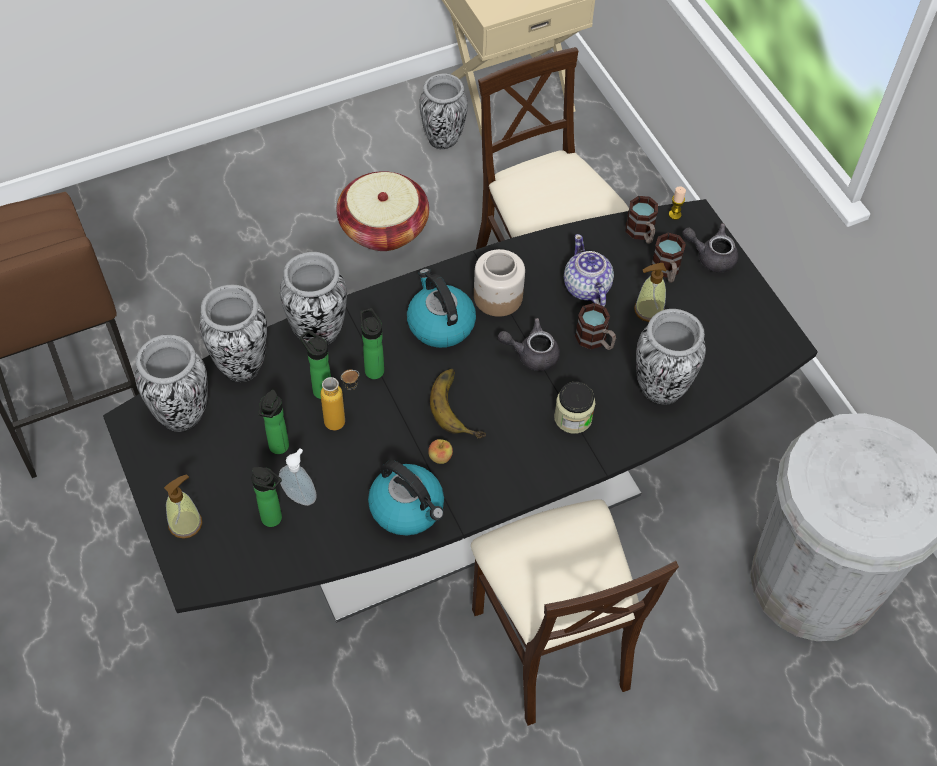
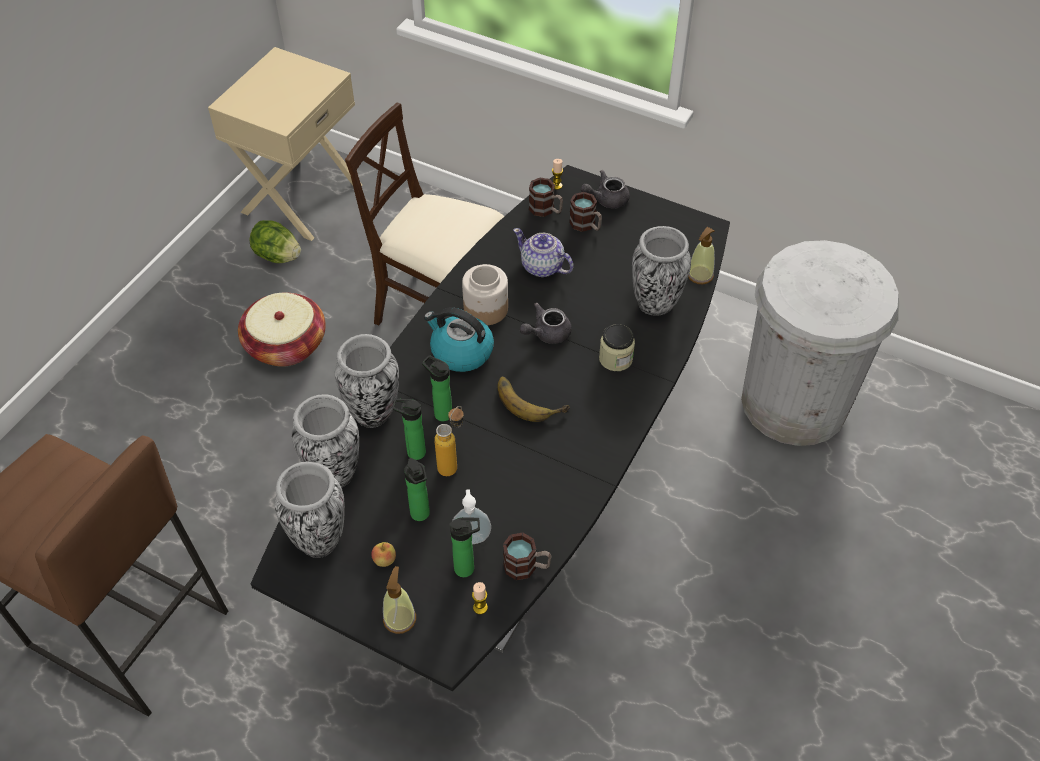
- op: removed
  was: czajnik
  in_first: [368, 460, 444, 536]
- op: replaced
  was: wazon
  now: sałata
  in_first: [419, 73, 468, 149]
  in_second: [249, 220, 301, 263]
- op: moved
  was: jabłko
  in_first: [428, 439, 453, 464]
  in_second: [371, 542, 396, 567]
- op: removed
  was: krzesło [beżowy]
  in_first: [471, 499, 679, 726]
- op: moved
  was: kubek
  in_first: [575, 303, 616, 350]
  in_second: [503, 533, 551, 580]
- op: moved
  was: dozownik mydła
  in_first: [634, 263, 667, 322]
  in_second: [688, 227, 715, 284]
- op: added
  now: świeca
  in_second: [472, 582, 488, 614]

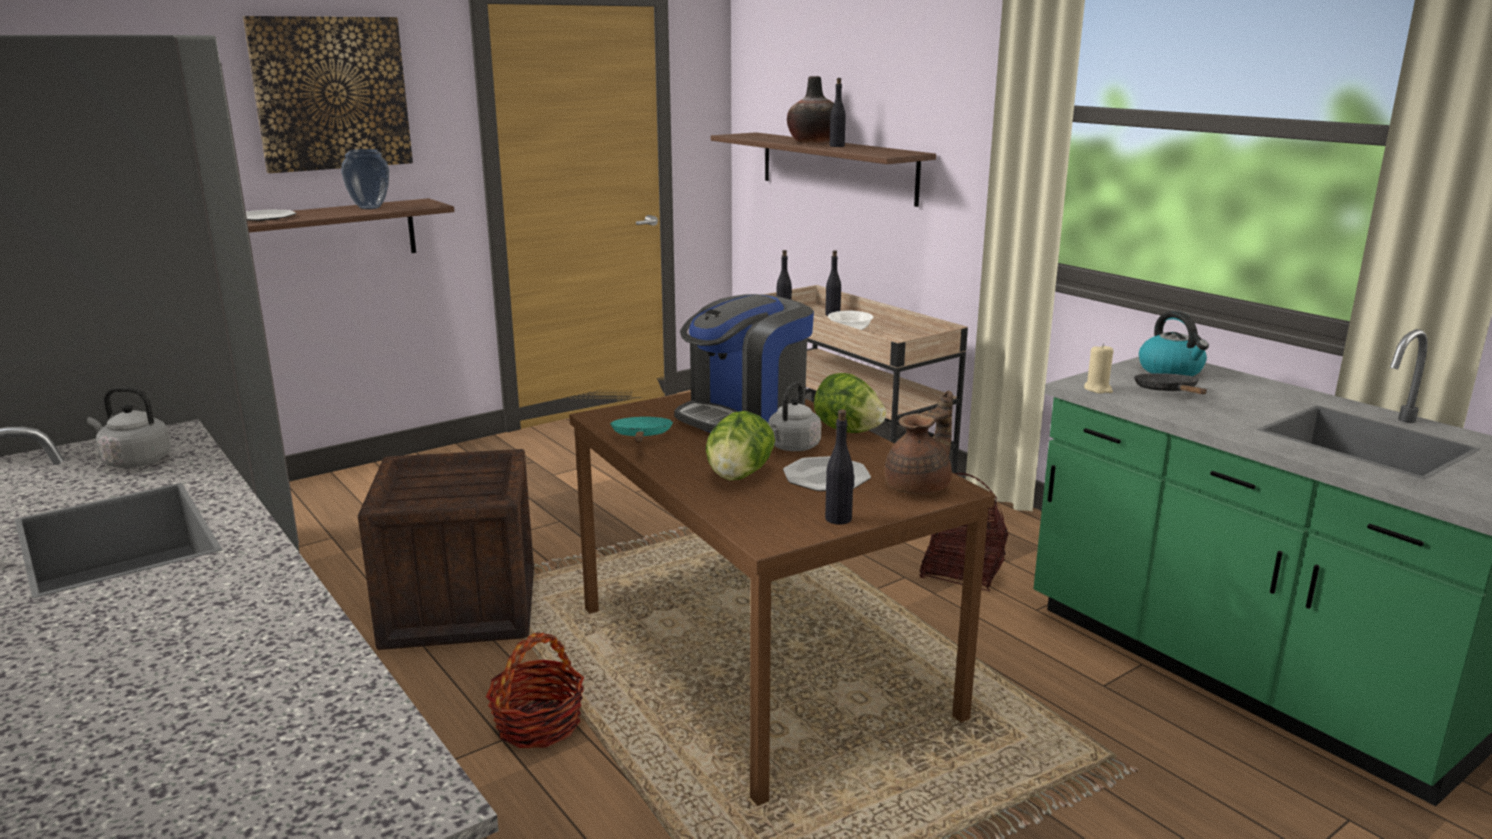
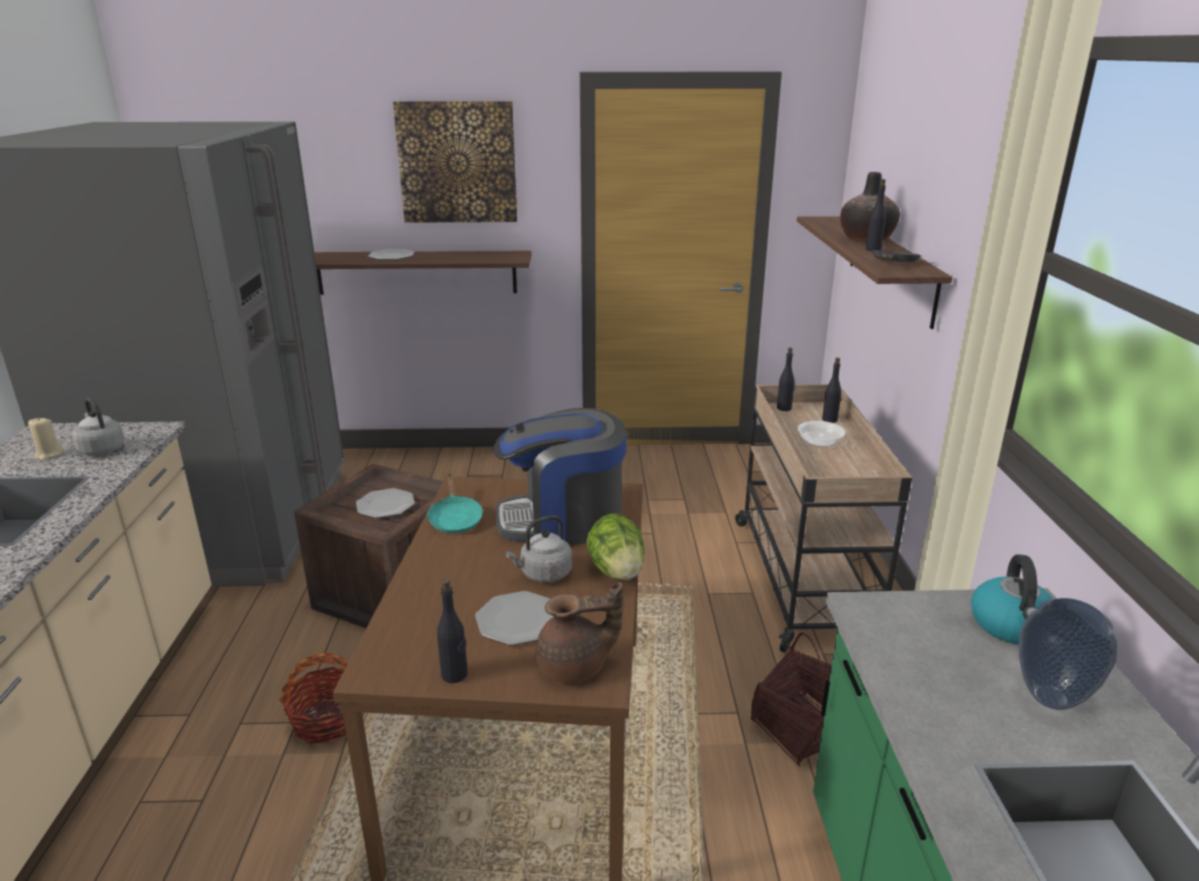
- op: moved
  was: wazon
  in_first: [341, 149, 389, 209]
  in_second: [1019, 598, 1117, 710]
- op: turned
  was: patelnia [turkusowy]
  in_first: [610, 417, 673, 442]
  in_second: [427, 473, 483, 533]
  clockwise: 135
- op: removed
  was: sałata
  in_first: [706, 411, 775, 480]
- op: moved
  was: świeca [beżowy]
  in_first: [1084, 344, 1114, 394]
  in_second: [28, 417, 64, 460]
- op: moved
  was: patelnia [czarny]
  in_first: [1134, 373, 1207, 394]
  in_second: [872, 250, 921, 262]
- op: added
  now: talerz
  in_second: [356, 488, 415, 518]

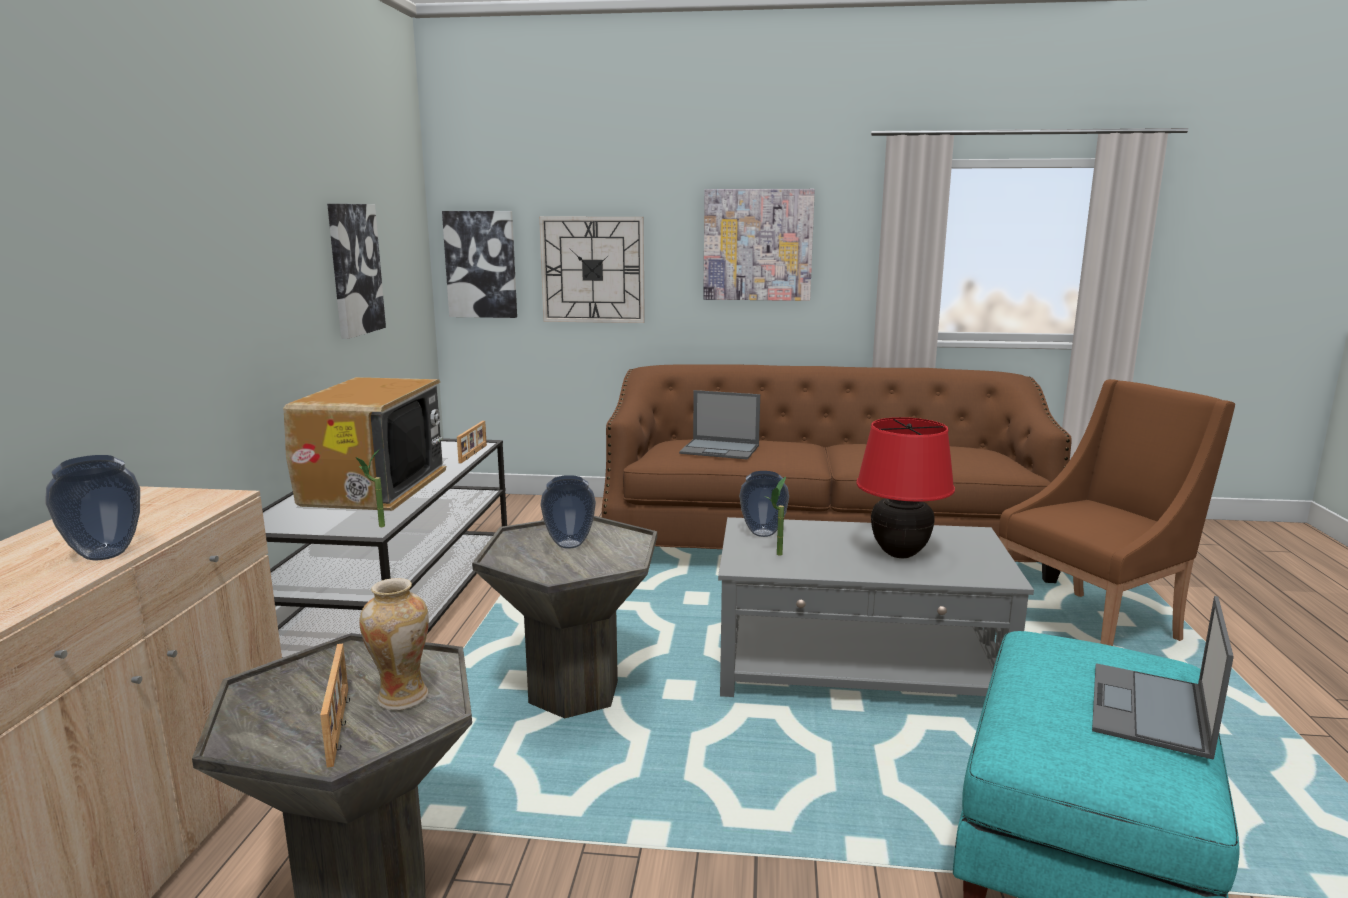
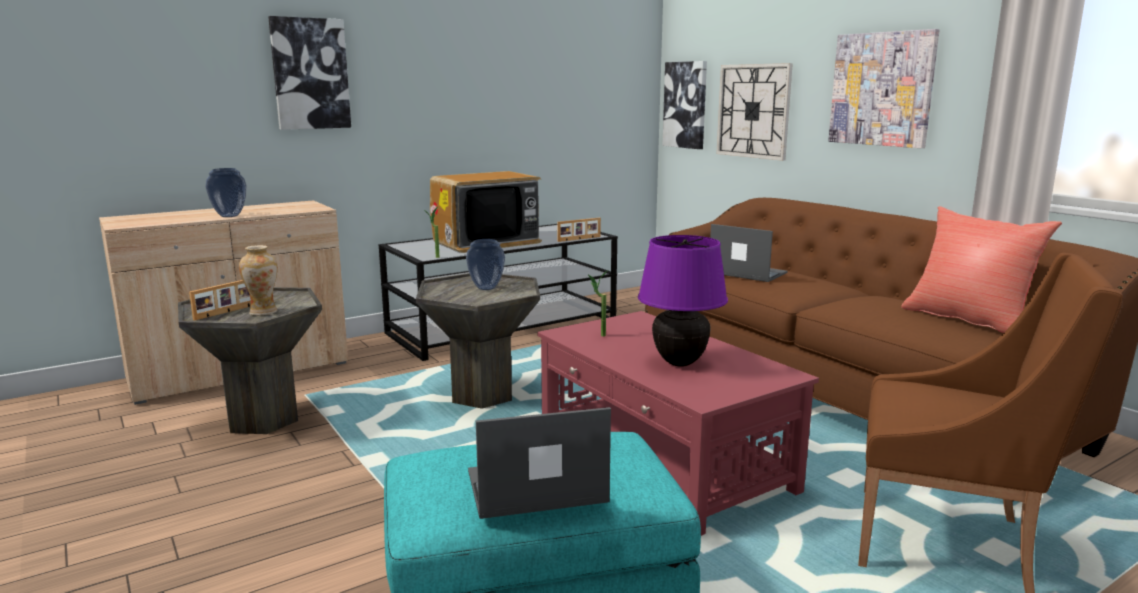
- op: moved
  was: obraz
  in_first: [327, 204, 386, 339]
  in_second: [268, 16, 351, 130]
- op: turned
  was: laptop
  in_first: [679, 390, 760, 460]
  in_second: [710, 224, 788, 282]
  clockwise: 150
- op: recoloured
  was: ława [szary]
  now: ława [czerwony]
  in_first: [718, 517, 1034, 697]
  in_second: [537, 311, 819, 536]
- op: removed
  was: wazon
  in_first: [739, 471, 789, 537]
- op: recoloured
  was: lampa stołowa [czerwony]
  now: lampa stołowa [fioletowy]
  in_first: [856, 417, 955, 558]
  in_second: [638, 235, 728, 367]
- op: added
  now: poduszka [czerwony]
  in_second: [901, 206, 1062, 333]

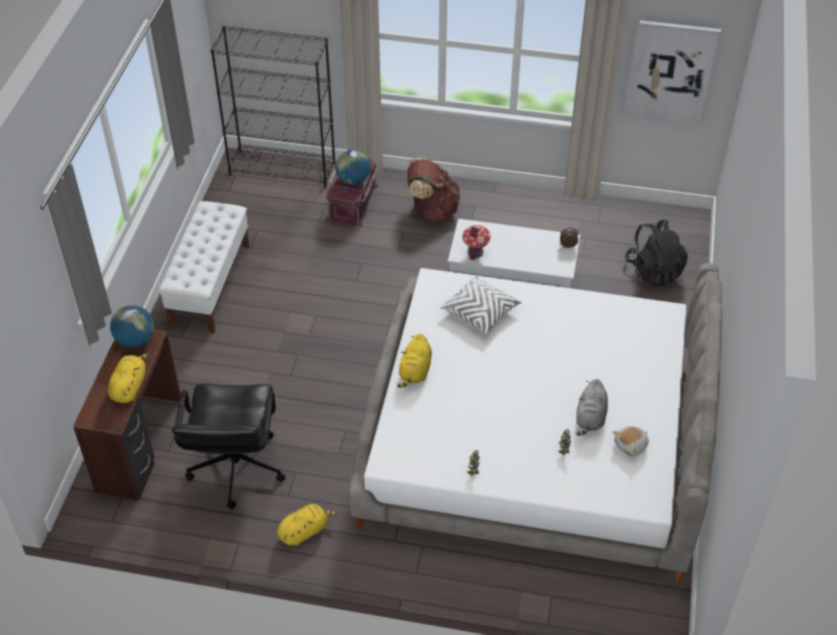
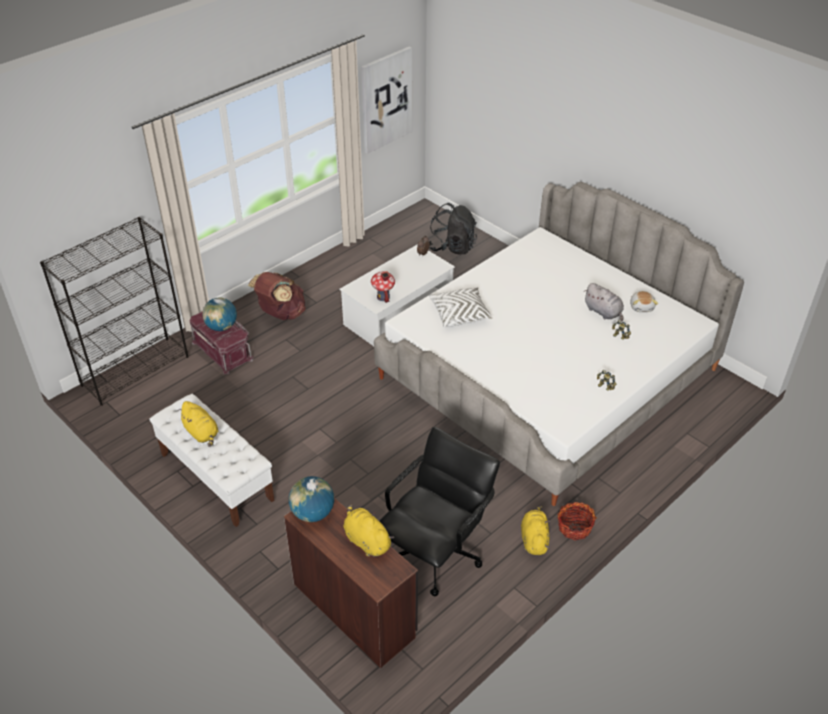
- op: turned
  was: krzesło biurowe [czarny]
  in_first: [172, 383, 285, 509]
  in_second: [379, 427, 500, 596]
  clockwise: -90
- op: moved
  was: pluszak [żółty]
  in_first: [397, 334, 432, 388]
  in_second: [179, 401, 218, 447]
- op: added
  now: koszyk
  in_second: [557, 502, 597, 540]

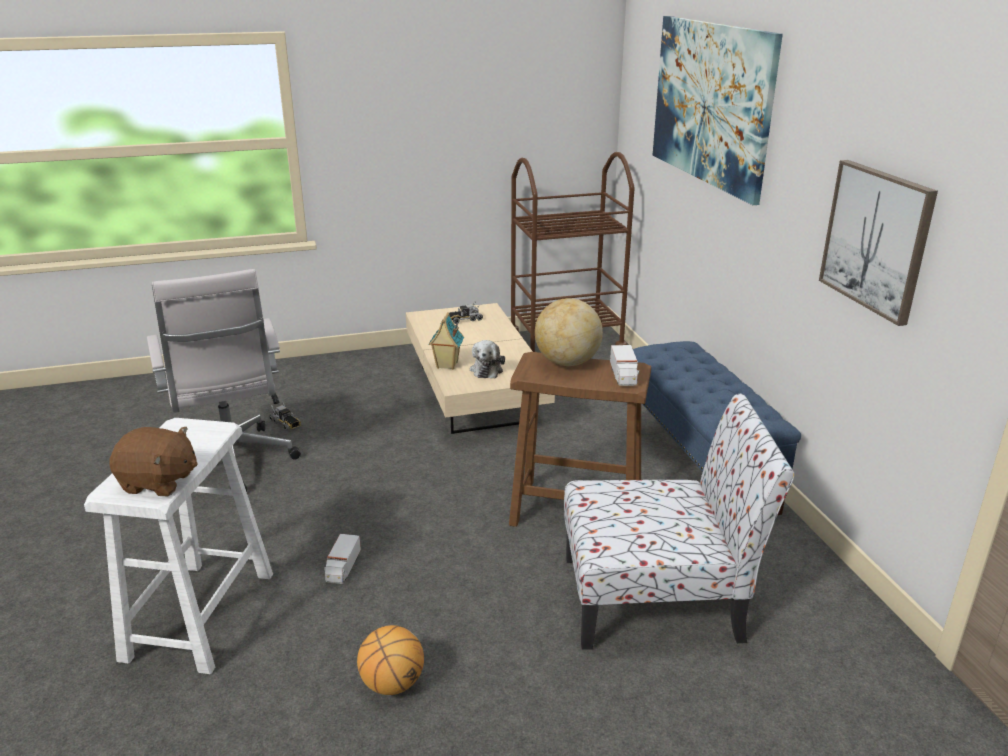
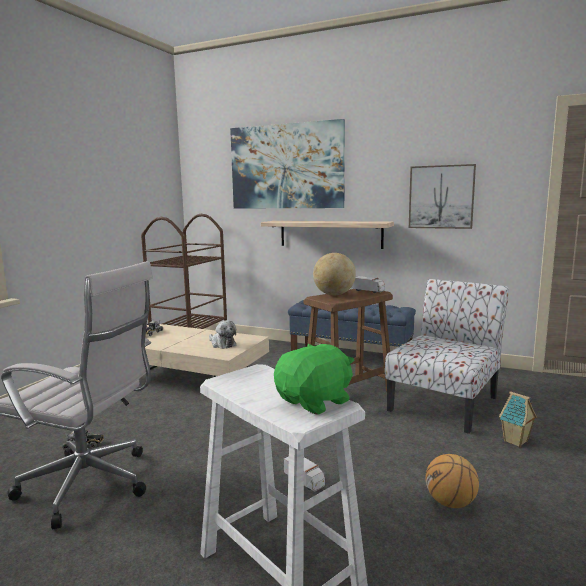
- op: recoloured
  was: pluszak [brązowy]
  now: pluszak [zielony]
  in_first: [110, 427, 198, 496]
  in_second: [274, 344, 355, 415]
- op: moved
  was: domek
  in_first: [428, 312, 464, 370]
  in_second: [499, 391, 537, 447]
- op: added
  now: półka
  in_second: [261, 221, 394, 249]

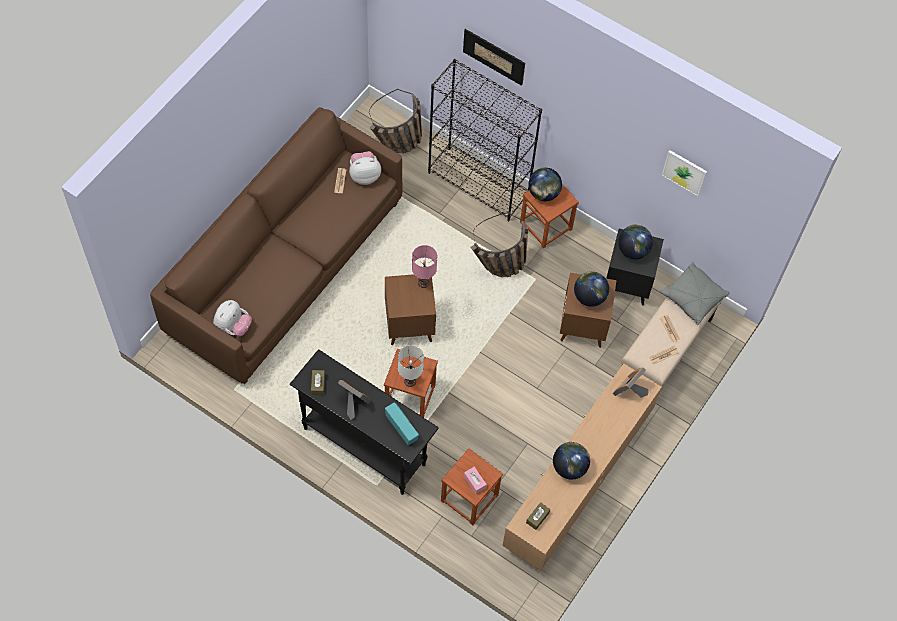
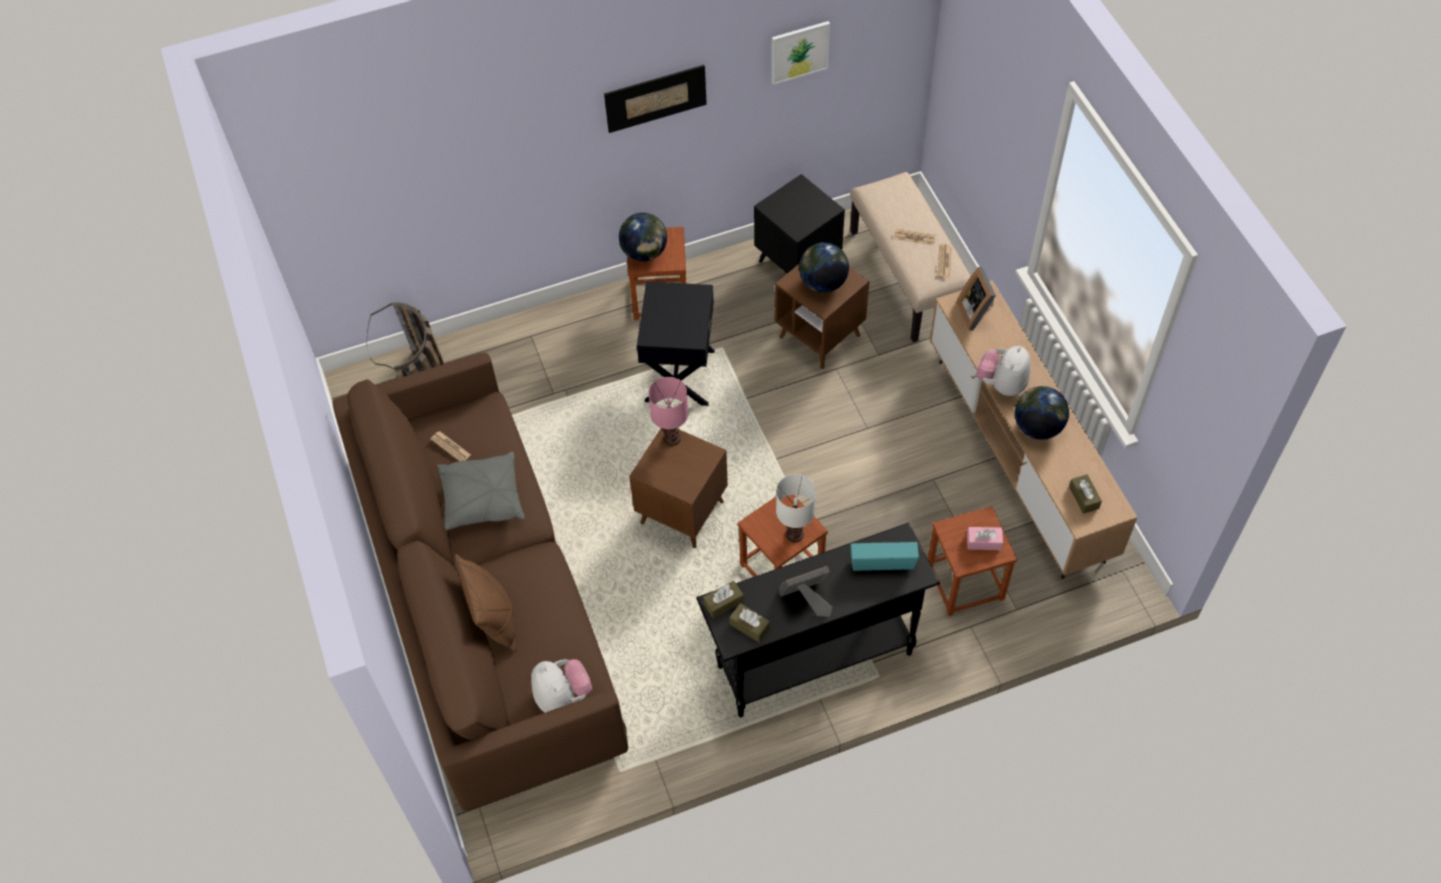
- op: moved
  was: pluszak
  in_first: [349, 151, 381, 185]
  in_second: [976, 346, 1031, 396]
- op: removed
  was: regał [czarny]
  in_first: [428, 59, 542, 221]
- op: moved
  was: obraz
  in_first: [463, 29, 525, 86]
  in_second: [604, 65, 707, 133]
- op: replaced
  was: koszyk
  now: stolik [czarny]
  in_first: [471, 212, 528, 277]
  in_second: [637, 281, 715, 406]
- op: removed
  was: globus
  in_first: [618, 225, 653, 259]
- op: moved
  was: poduszka [szary]
  in_first: [660, 262, 730, 325]
  in_second: [437, 452, 525, 530]
- op: added
  now: poduszka [brązowy]
  in_second: [455, 554, 517, 652]
- op: added
  now: pudełko chusteczek [brązowy]
  in_second: [703, 581, 744, 618]

